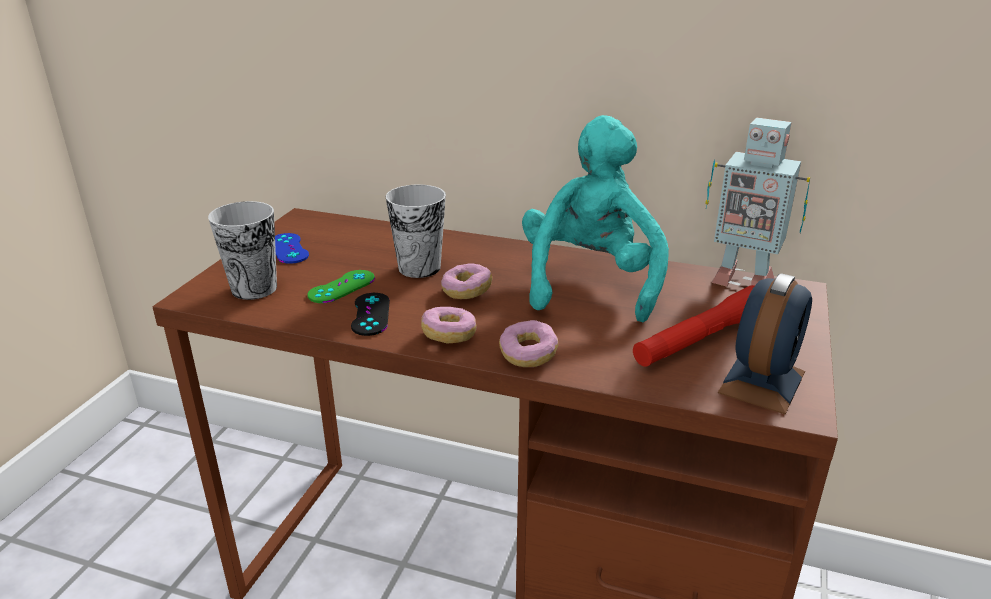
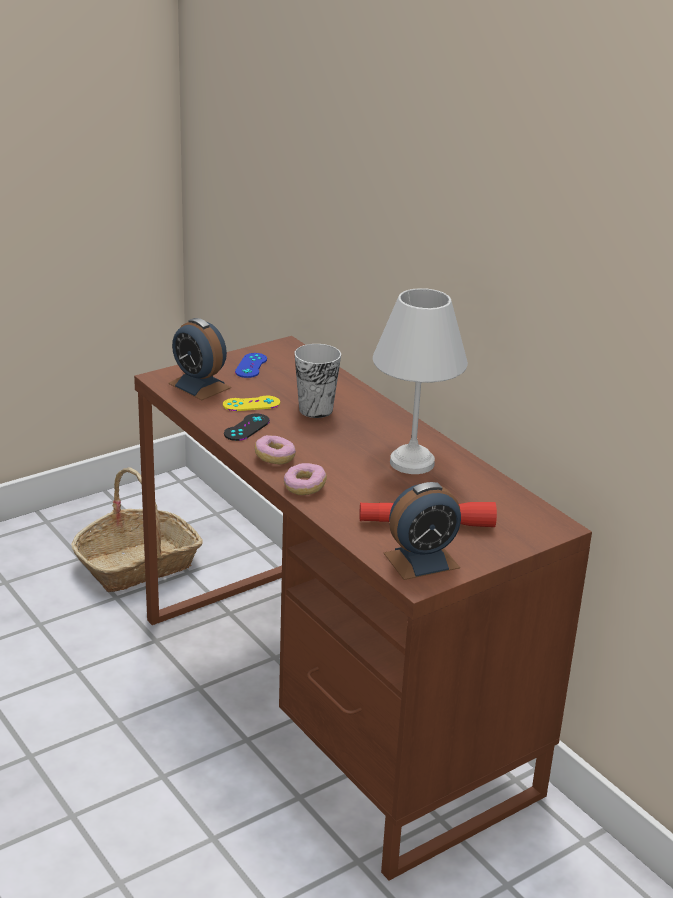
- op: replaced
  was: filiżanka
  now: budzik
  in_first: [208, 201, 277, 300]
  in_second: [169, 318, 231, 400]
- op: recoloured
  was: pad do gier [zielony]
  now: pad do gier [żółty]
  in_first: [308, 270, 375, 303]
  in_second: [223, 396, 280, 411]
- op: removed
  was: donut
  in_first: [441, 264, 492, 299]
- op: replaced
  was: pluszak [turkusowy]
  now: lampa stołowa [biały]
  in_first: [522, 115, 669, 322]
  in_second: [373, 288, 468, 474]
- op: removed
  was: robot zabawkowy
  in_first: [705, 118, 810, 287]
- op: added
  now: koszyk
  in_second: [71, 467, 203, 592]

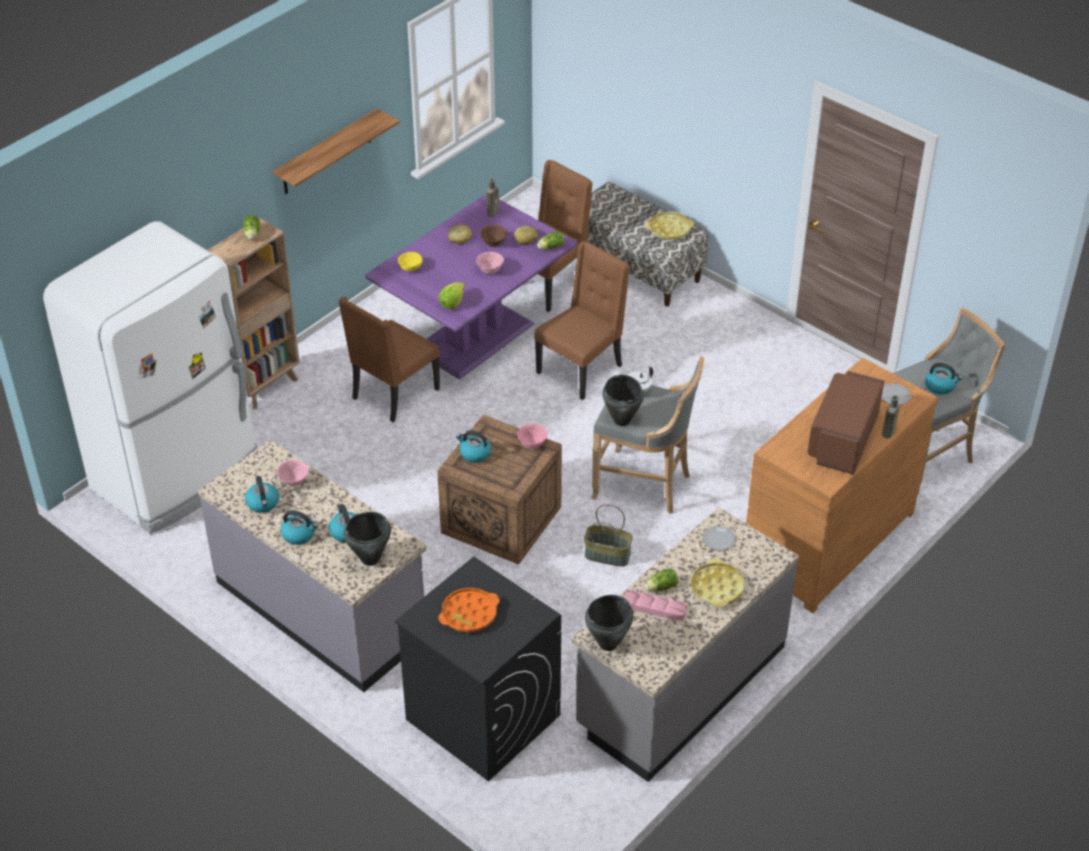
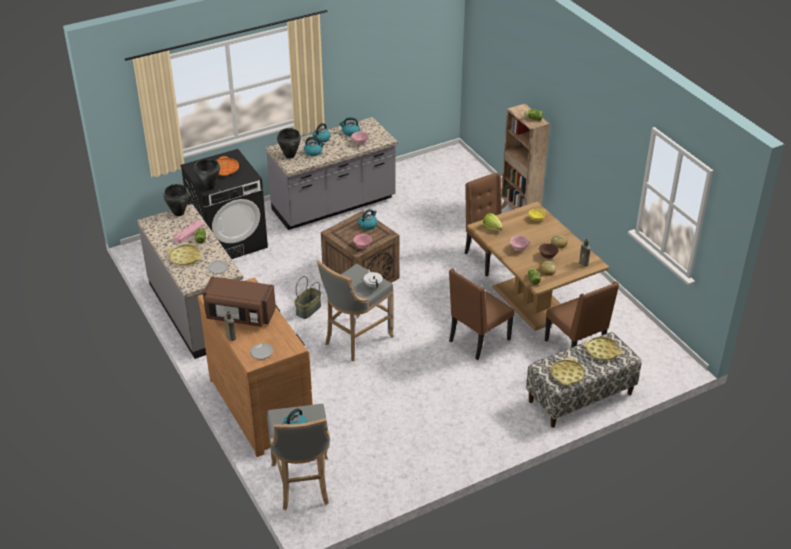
- op: removed
  was: lodówka [biały]
  in_first: [43, 221, 257, 534]
- op: removed
  was: półka
  in_first: [272, 109, 400, 194]
- op: recoloured
  was: stół jadalny [fioletowy]
  now: stół jadalny [brązowy]
  in_first: [365, 194, 578, 380]
  in_second: [467, 202, 609, 331]
- op: turned
  was: krzesło [brązowy]
  in_first: [534, 241, 630, 400]
  in_second: [449, 268, 514, 360]
  clockwise: 75
- op: moved
  was: garnek [czarny]
  in_first: [602, 375, 644, 426]
  in_second: [194, 159, 220, 190]
- op: turned
  was: mikrofalówka [brązowy]
  in_first: [807, 371, 884, 475]
  in_second: [203, 276, 276, 327]
  clockwise: 150
- op: added
  now: taca [żółty]
  in_second: [583, 337, 623, 361]

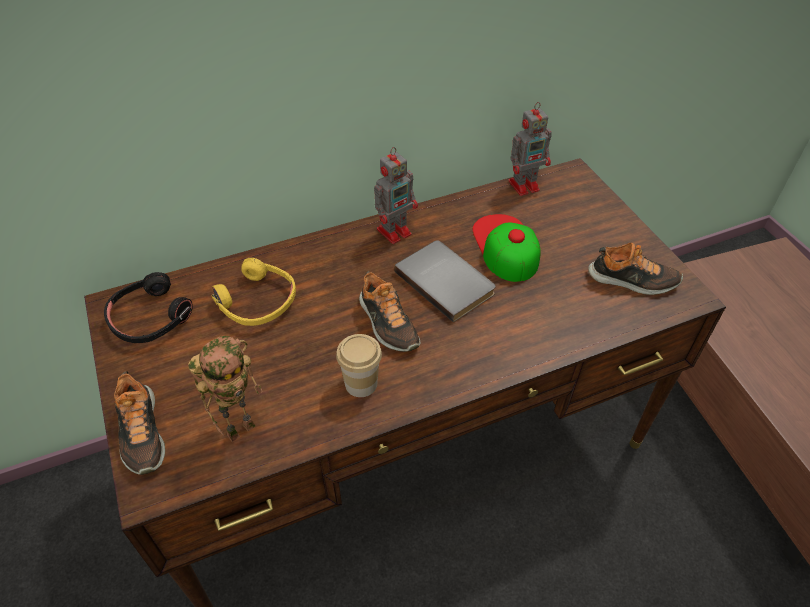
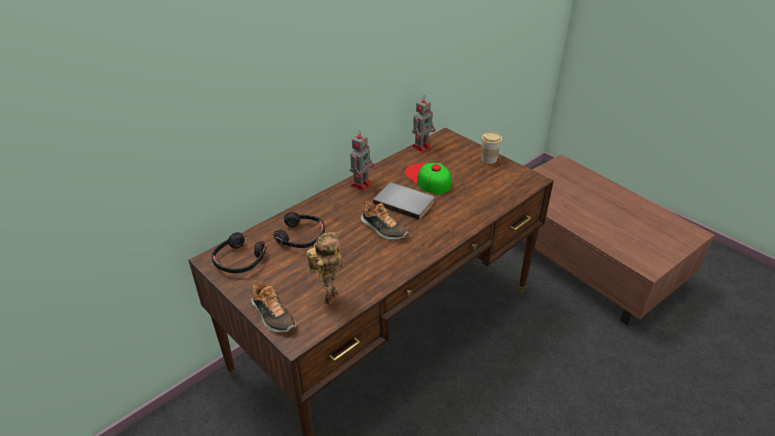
- op: recoloured
  was: słuchawki [żółty]
  now: słuchawki [czarny]
  in_first: [211, 258, 296, 326]
  in_second: [274, 212, 325, 248]
- op: moved
  was: filiżanka
  in_first: [336, 334, 382, 397]
  in_second: [481, 132, 502, 164]
- op: removed
  was: but
  in_first: [588, 243, 683, 295]

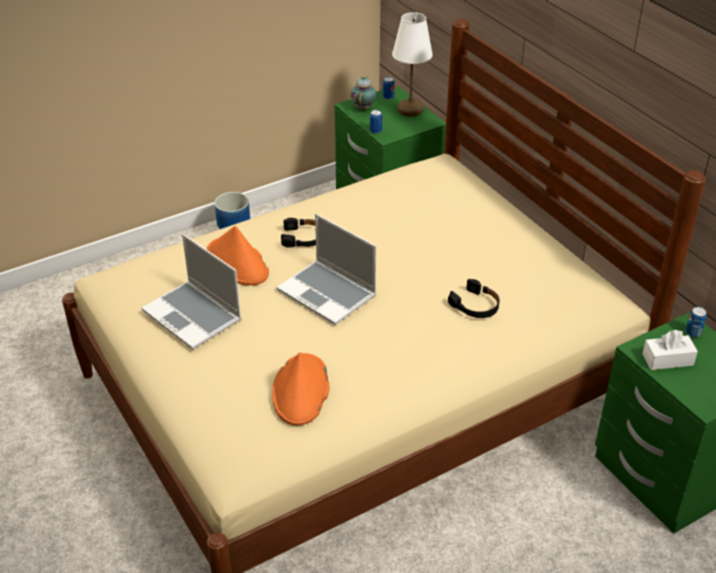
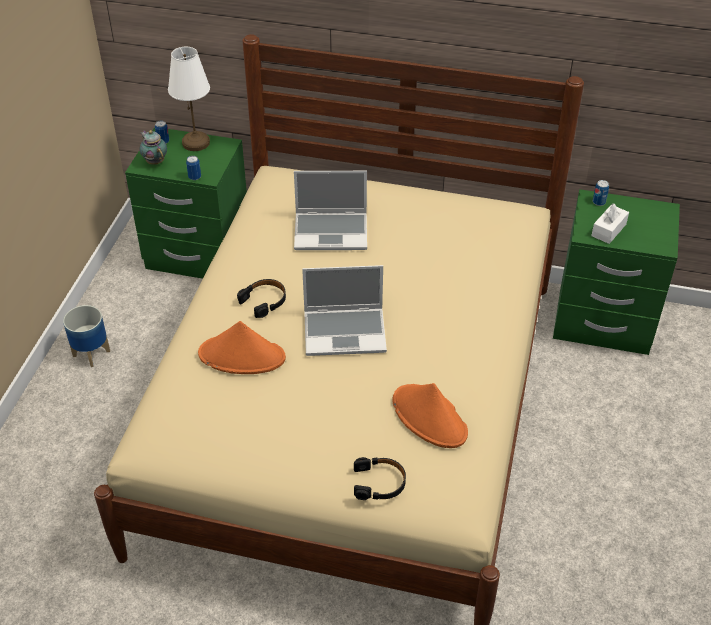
- op: moved
  was: laptop
  in_first: [142, 234, 242, 350]
  in_second: [294, 171, 367, 250]
- op: moved
  was: słuchawki [czarny]
  in_first: [448, 279, 500, 318]
  in_second: [354, 457, 406, 500]

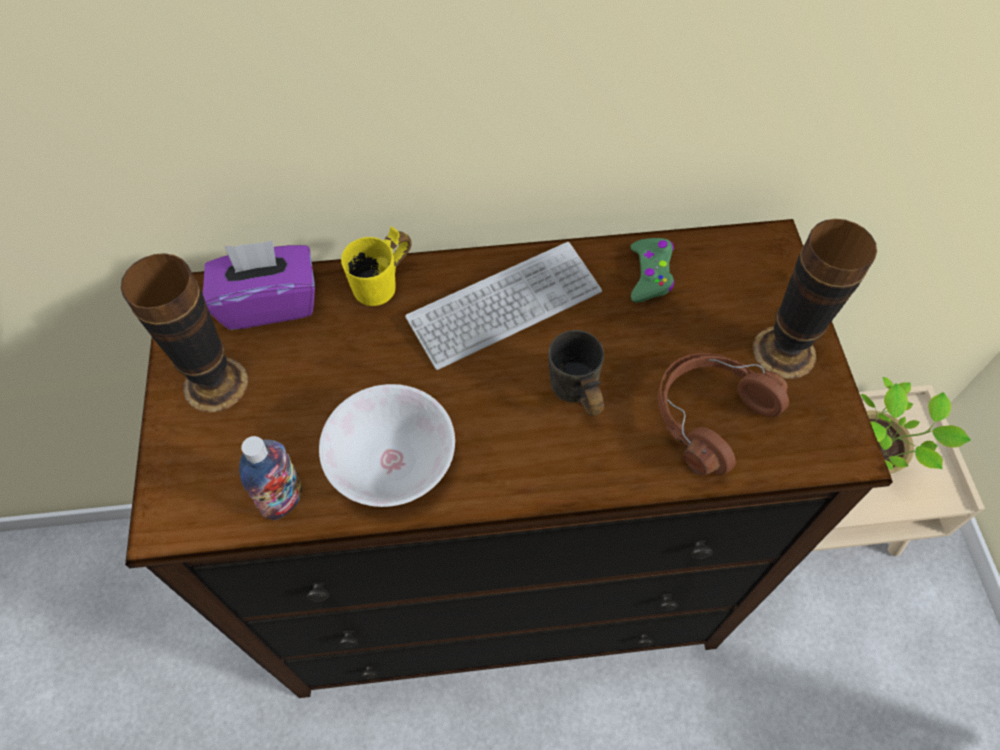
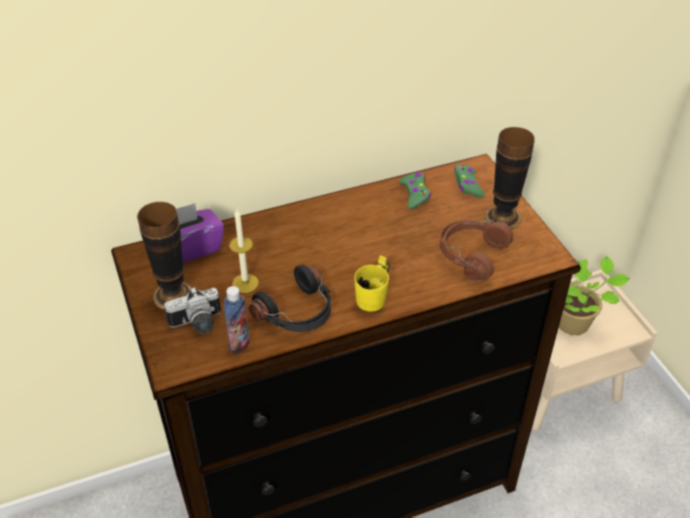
- op: replaced
  was: miska [biały]
  now: słuchawki [czarny]
  in_first: [319, 384, 455, 507]
  in_second: [249, 265, 331, 332]
- op: moved
  was: kubek [żółty]
  in_first: [341, 226, 412, 306]
  in_second: [354, 256, 390, 312]
- op: removed
  was: klawiatura
  in_first: [405, 242, 602, 370]
- op: removed
  was: kubek [szary]
  in_first: [548, 330, 604, 416]
- op: added
  now: aparat fotograficzny
  in_second: [164, 287, 221, 334]
- op: added
  now: świeca
  in_second: [229, 209, 259, 293]
- op: added
  now: pad do gier [zielony]
  in_second: [454, 165, 485, 198]

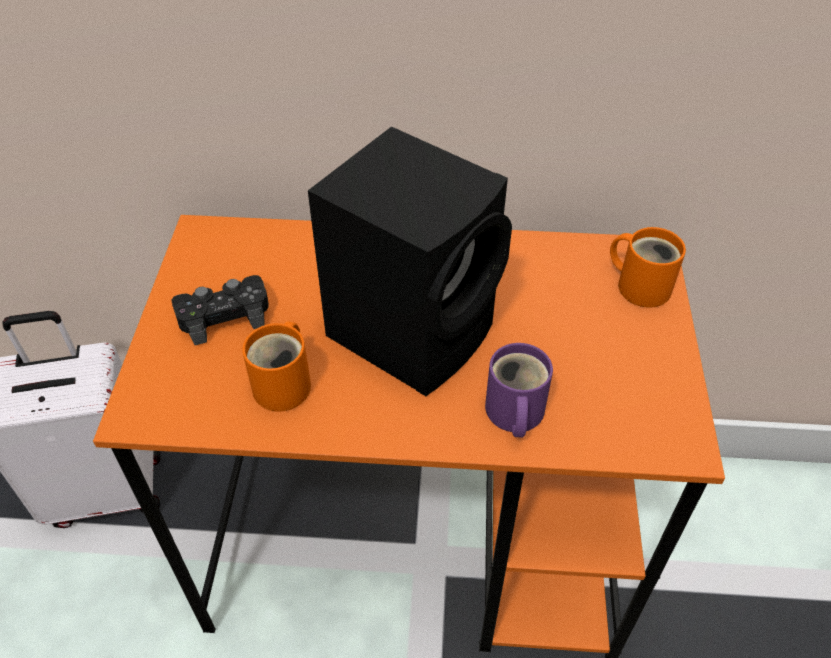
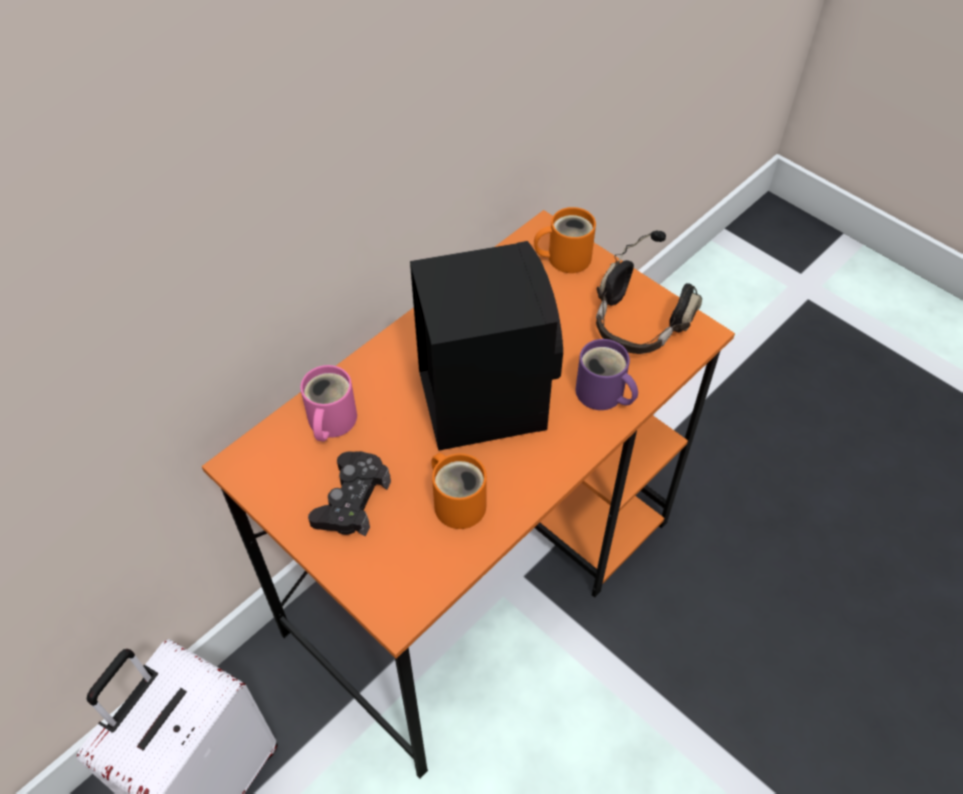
- op: added
  now: kubek [różowy]
  in_second: [300, 365, 357, 441]
- op: added
  now: słuchawki [czarny]
  in_second: [596, 230, 702, 354]

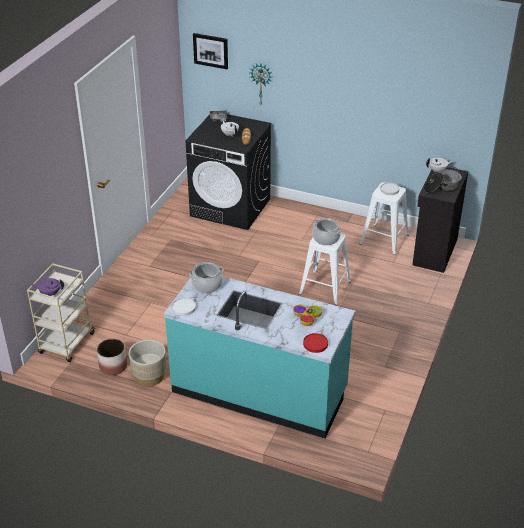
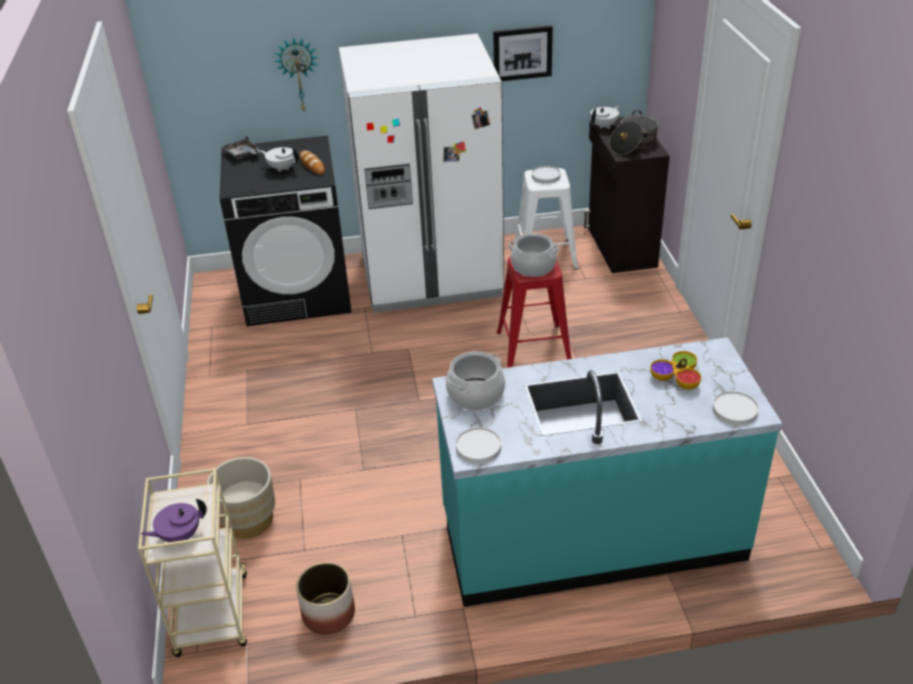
- op: moved
  was: donica [beżowy]
  in_first: [129, 339, 166, 387]
  in_second: [207, 457, 275, 539]
- op: moved
  was: obraz
  in_first: [193, 33, 228, 69]
  in_second: [493, 25, 553, 81]
- op: recoloured
  was: stołek [biały]
  now: stołek [czerwony]
  in_first: [299, 233, 351, 306]
  in_second: [497, 256, 572, 368]
- op: recoloured
  was: talerz [czerwony]
  now: talerz [biały]
  in_first: [303, 333, 328, 353]
  in_second: [713, 391, 759, 426]
- op: added
  now: lodówka [biały]
  in_second: [339, 34, 504, 313]

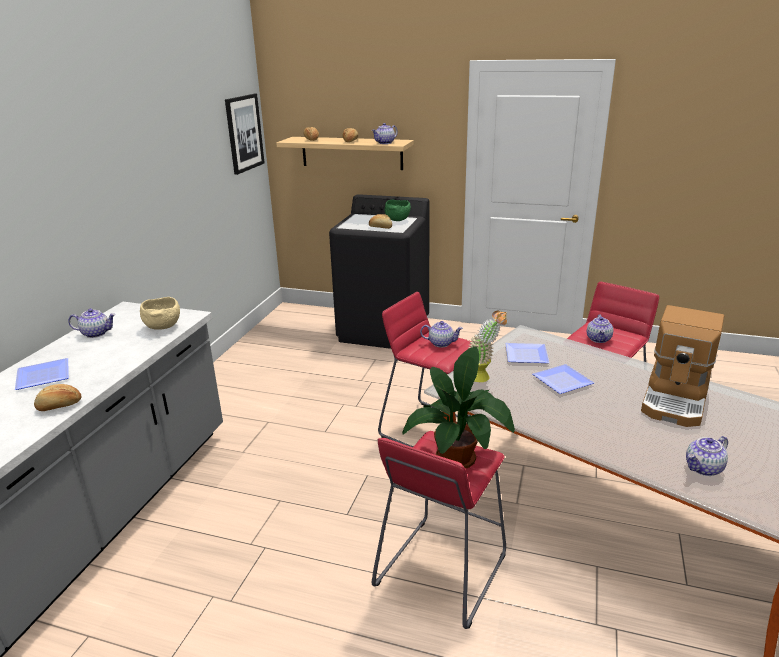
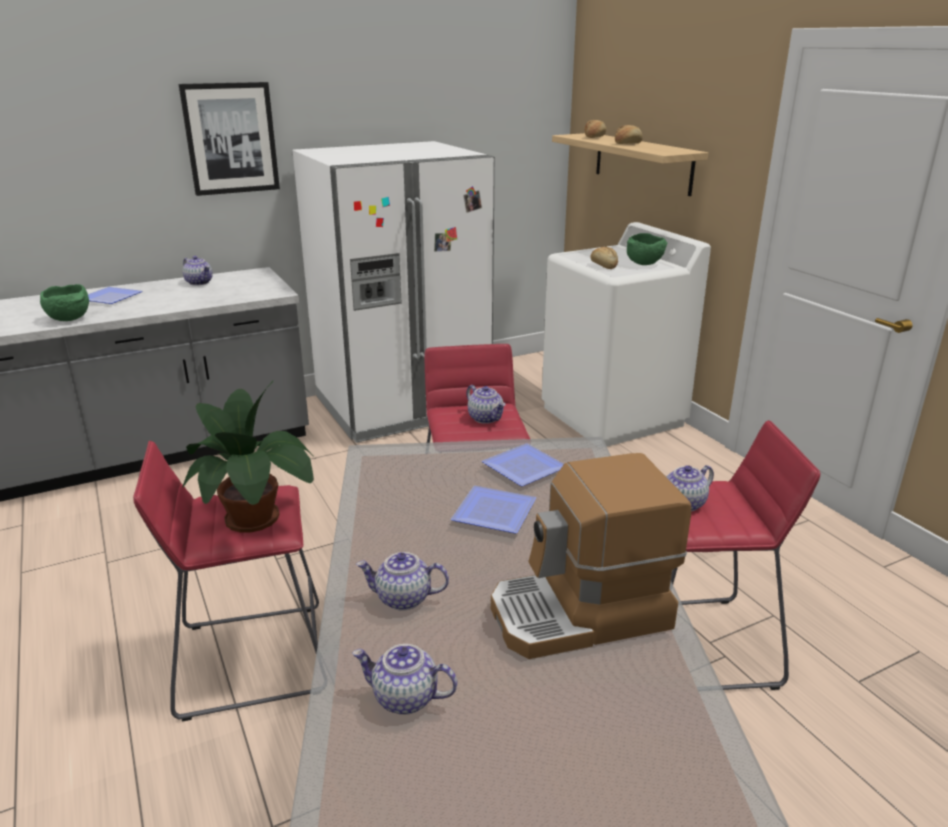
- op: replaced
  was: chleb
  now: miska [zielony]
  in_first: [34, 384, 82, 411]
  in_second: [40, 284, 89, 321]
- op: removed
  was: miska [beżowy]
  in_first: [140, 297, 180, 329]
- op: moved
  was: obraz
  in_first: [225, 94, 265, 175]
  in_second: [178, 82, 280, 196]
- op: recoloured
  was: pralka [czarny]
  now: pralka [biały]
  in_first: [329, 194, 430, 349]
  in_second: [542, 222, 711, 446]
- op: moved
  was: imbryk
  in_first: [372, 123, 398, 144]
  in_second: [356, 552, 449, 611]
- op: removed
  was: roślina doniczkowa
  in_first: [469, 310, 507, 382]
- op: added
  now: lodówka [biały]
  in_second: [293, 141, 495, 443]

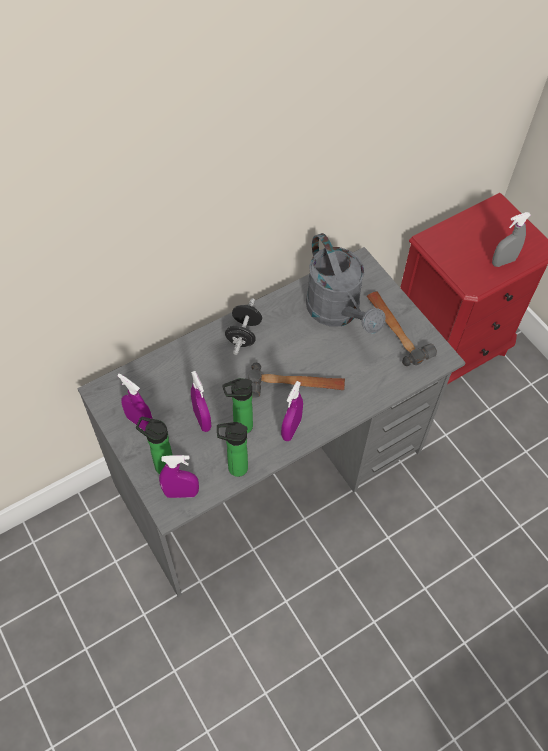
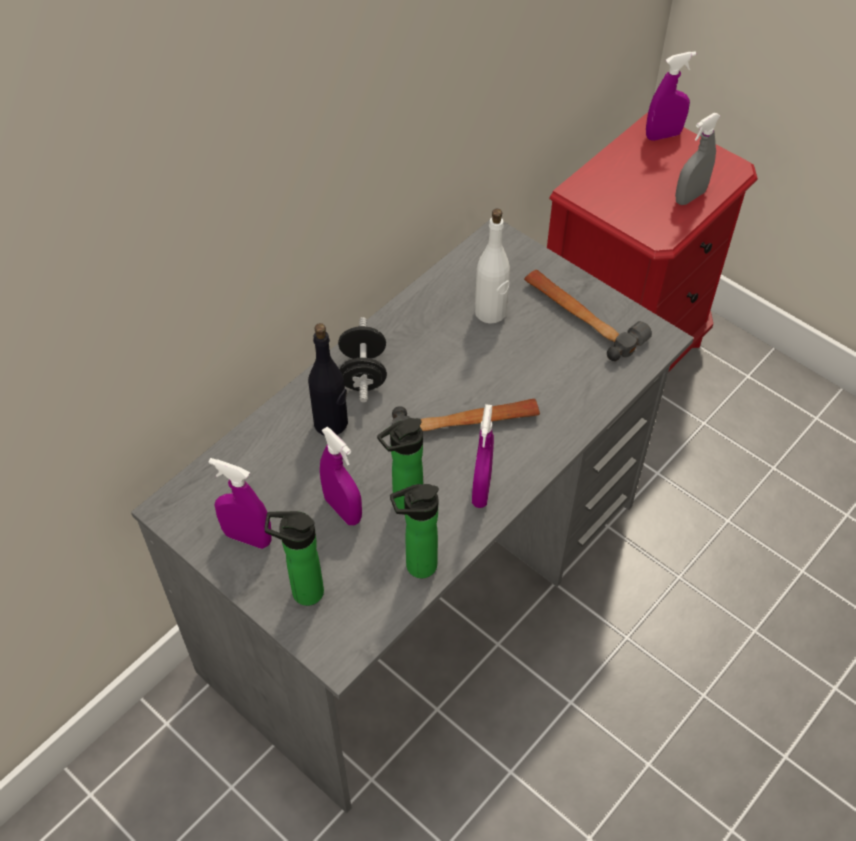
- op: moved
  was: spryskiwacz [fioletowy]
  in_first: [159, 455, 199, 498]
  in_second: [646, 51, 696, 141]
- op: replaced
  was: konewka [szary]
  now: butelka [biały]
  in_first: [306, 233, 386, 334]
  in_second: [475, 209, 510, 324]
- op: added
  now: butelka [czarny]
  in_second: [308, 323, 348, 436]

